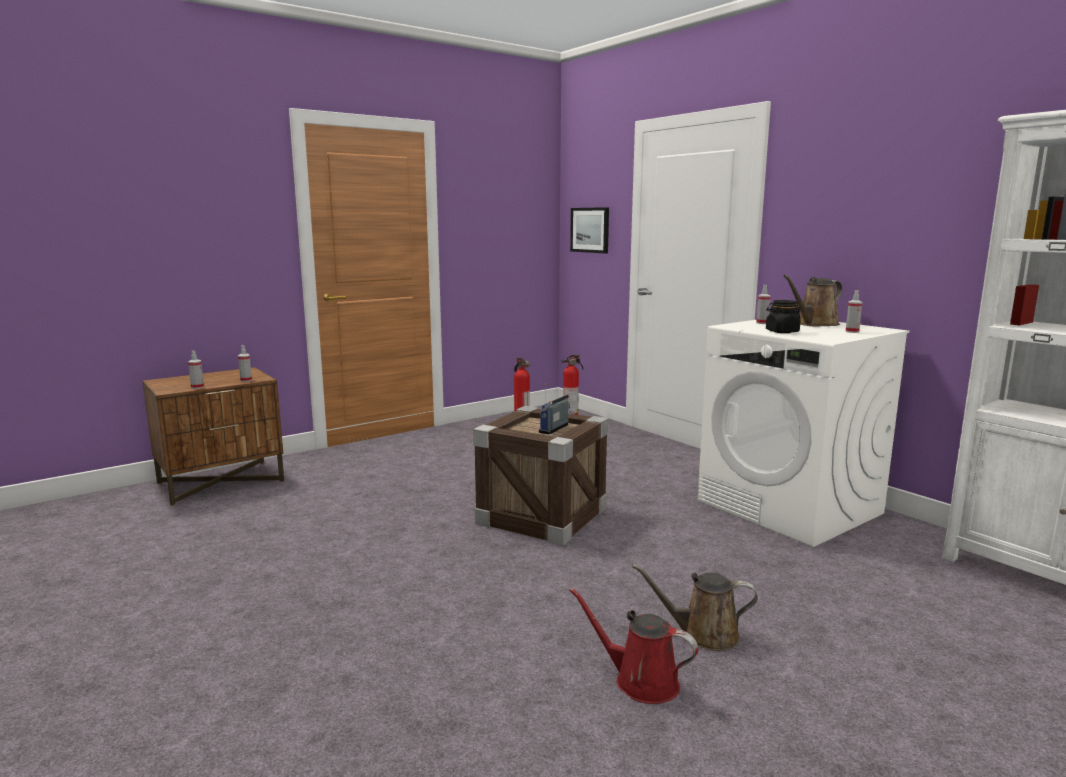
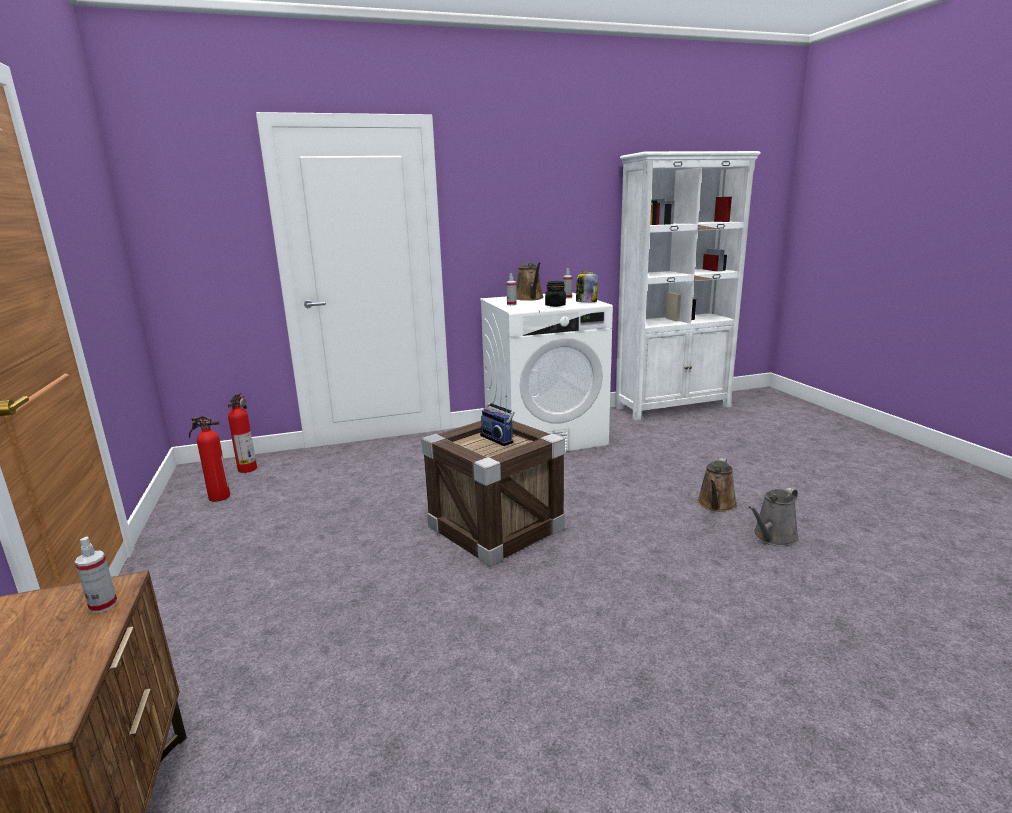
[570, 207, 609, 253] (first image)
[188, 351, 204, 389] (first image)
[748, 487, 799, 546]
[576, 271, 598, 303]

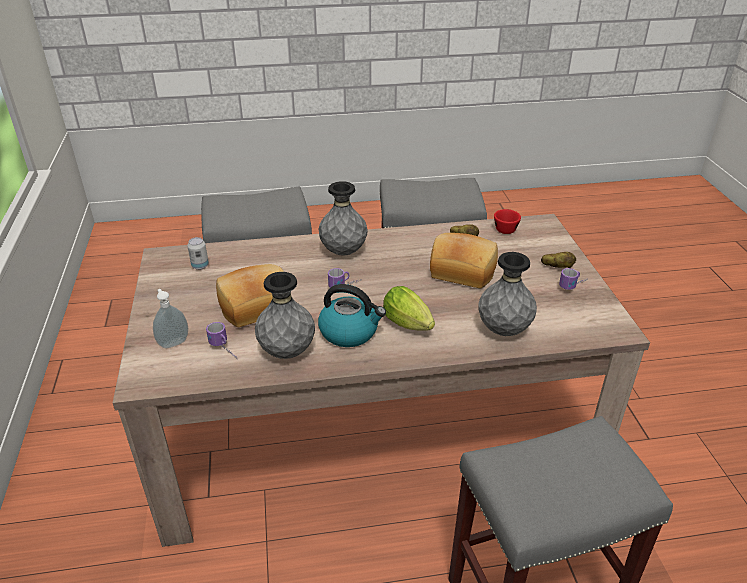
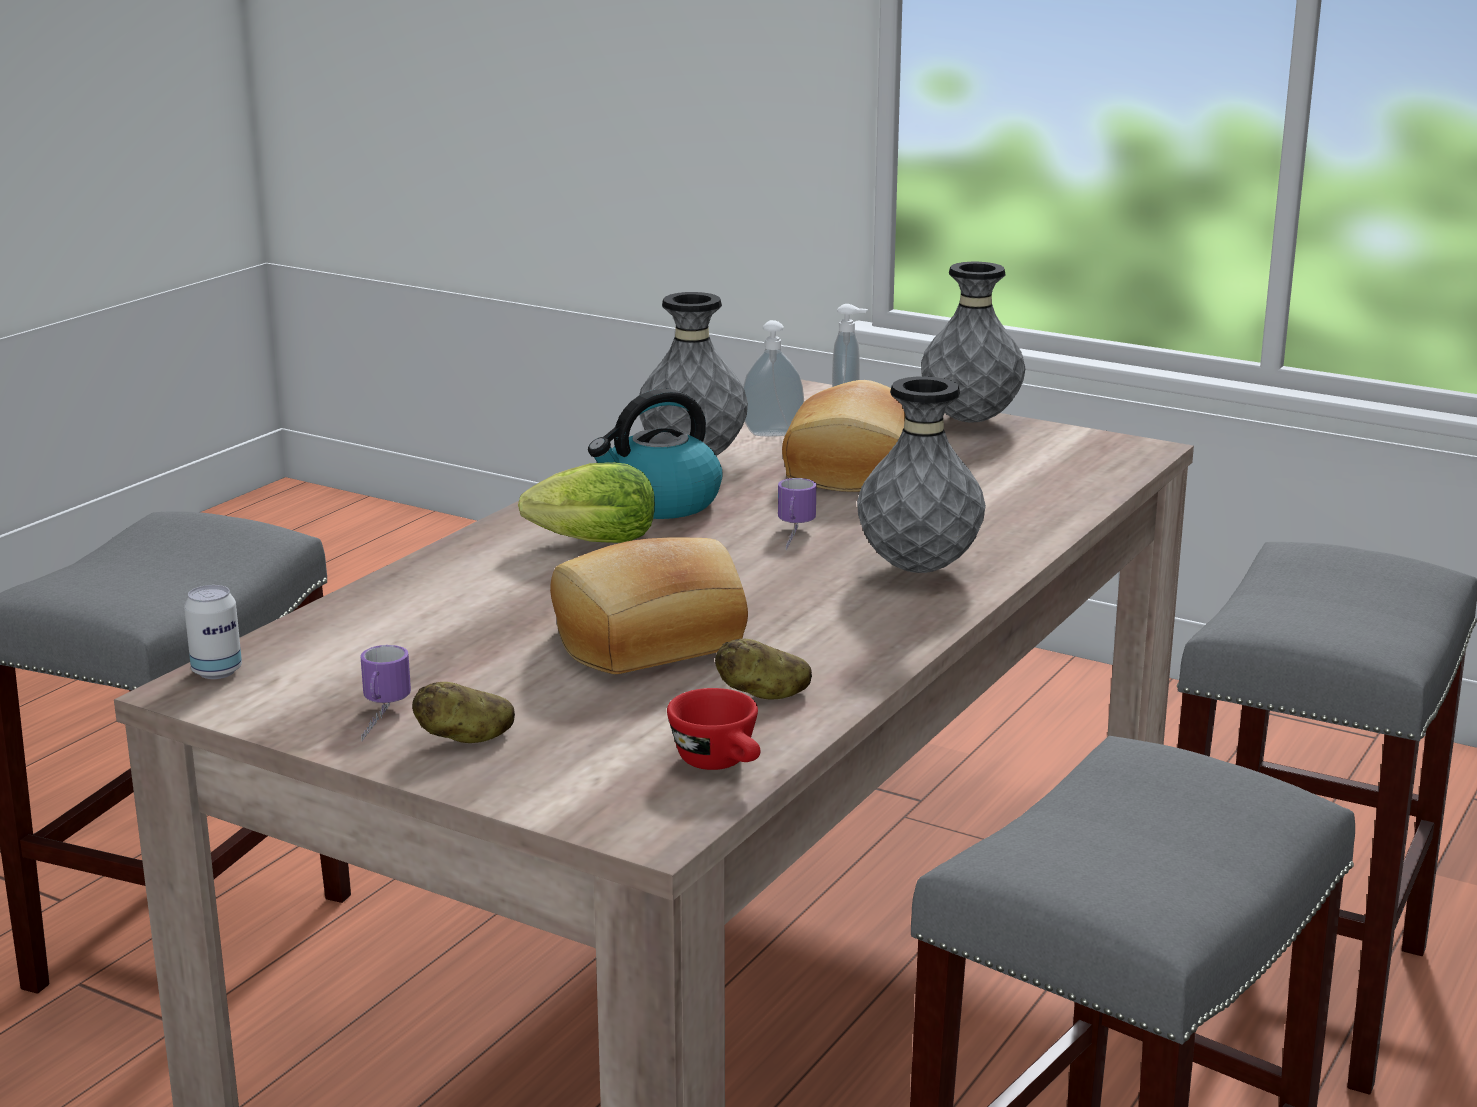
[184, 585, 242, 679]
[921, 262, 1026, 423]
[743, 320, 804, 436]

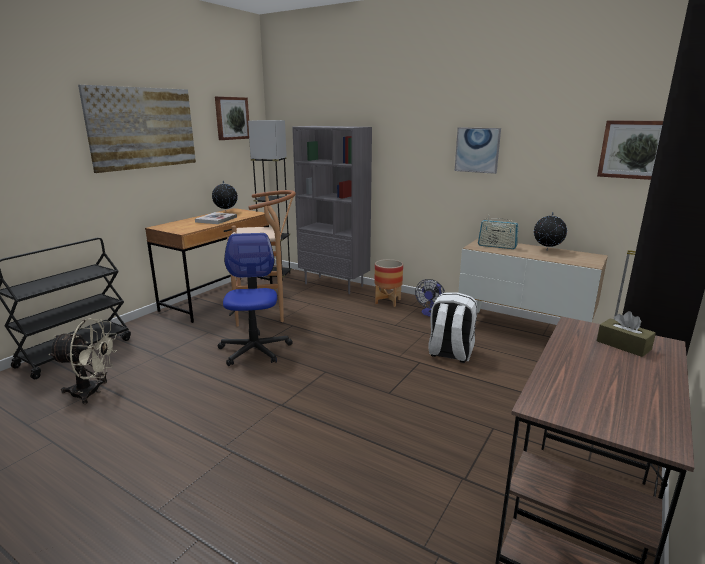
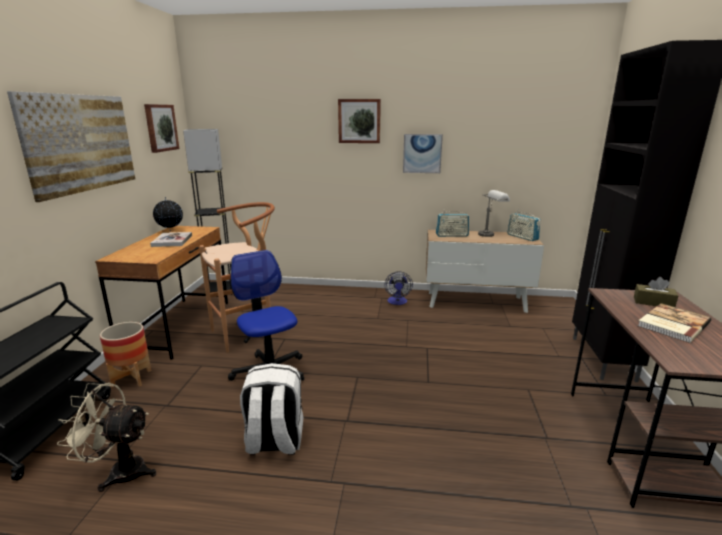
[338, 99, 381, 143]
[292, 126, 372, 294] (first image)
[478, 190, 510, 237]
[100, 322, 152, 388]
[240, 363, 304, 455]
[57, 383, 156, 492]
[507, 211, 541, 241]
[638, 303, 711, 343]

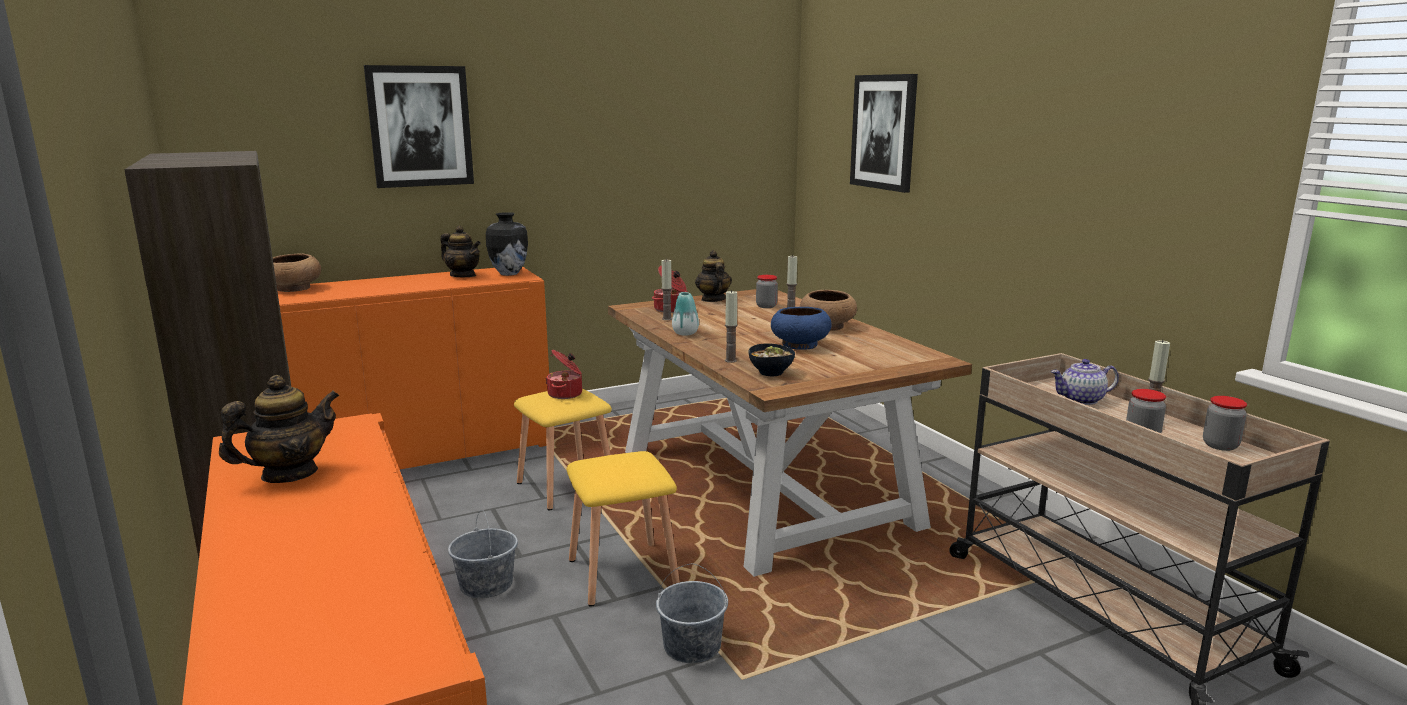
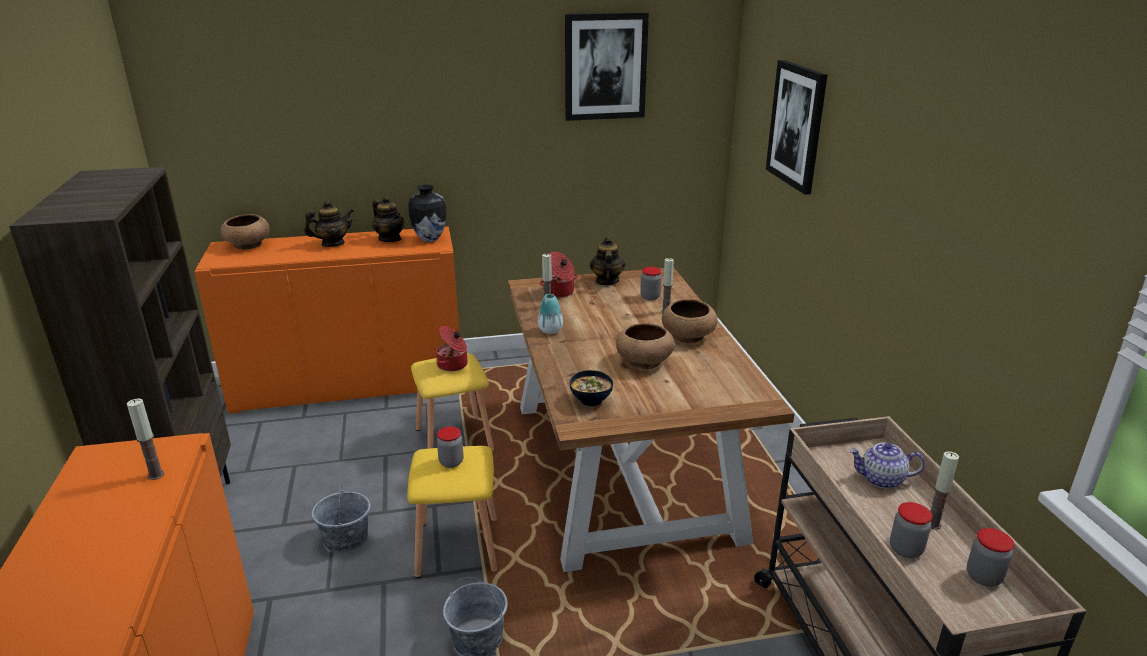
[565, 12, 649, 121]
[127, 398, 164, 480]
[616, 323, 675, 369]
[304, 200, 354, 247]
[437, 427, 463, 468]

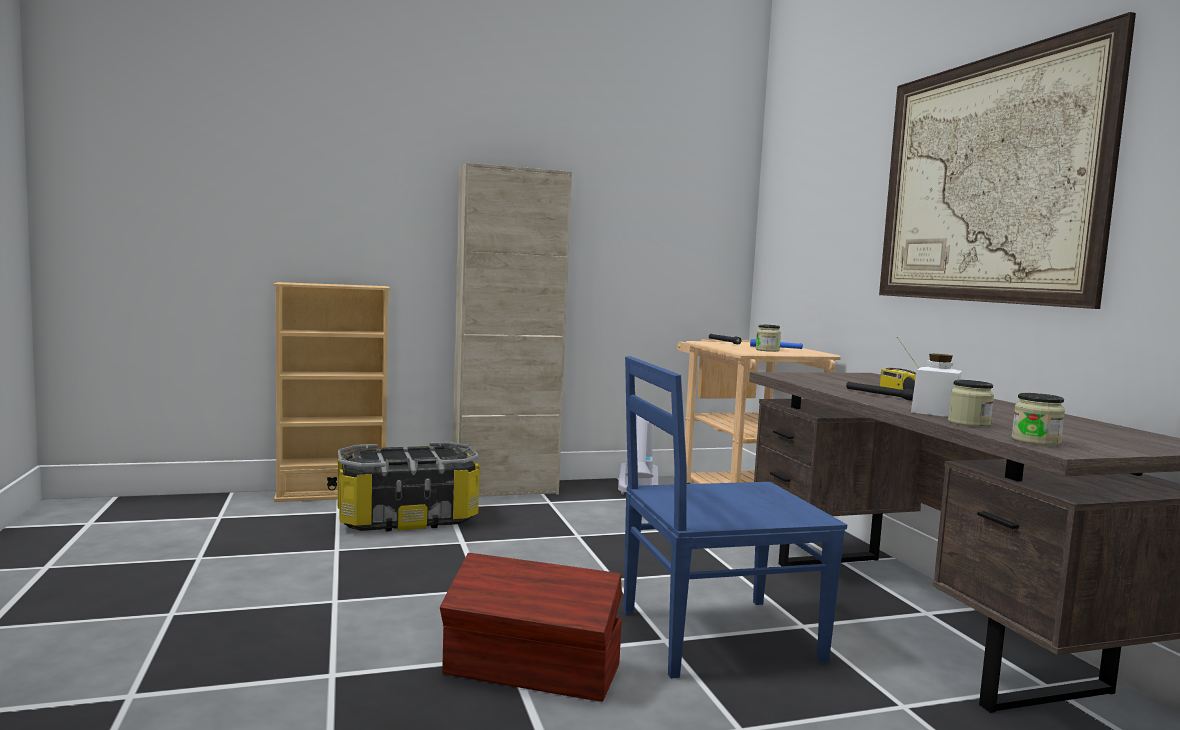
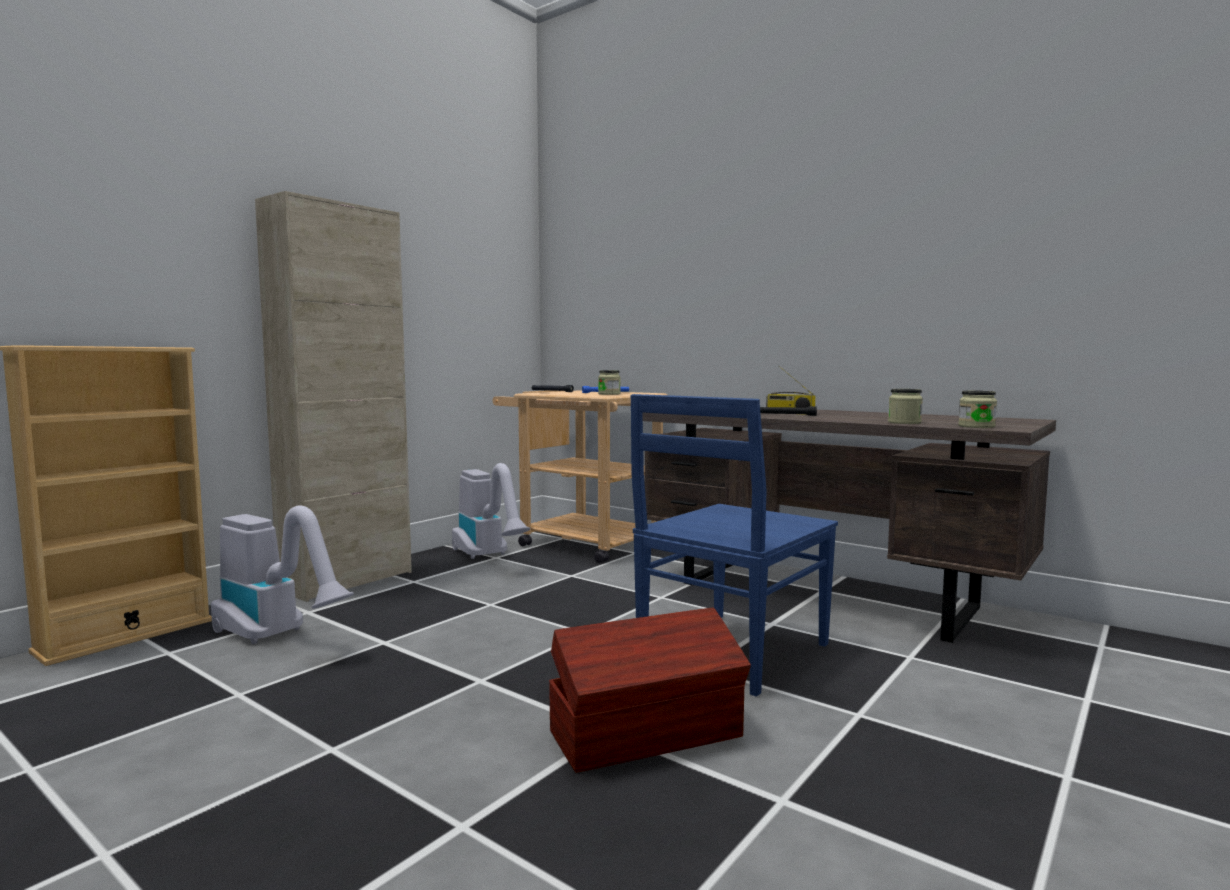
[879, 12, 1136, 309] (first image)
[911, 354, 962, 417] (first image)
[211, 505, 354, 644]

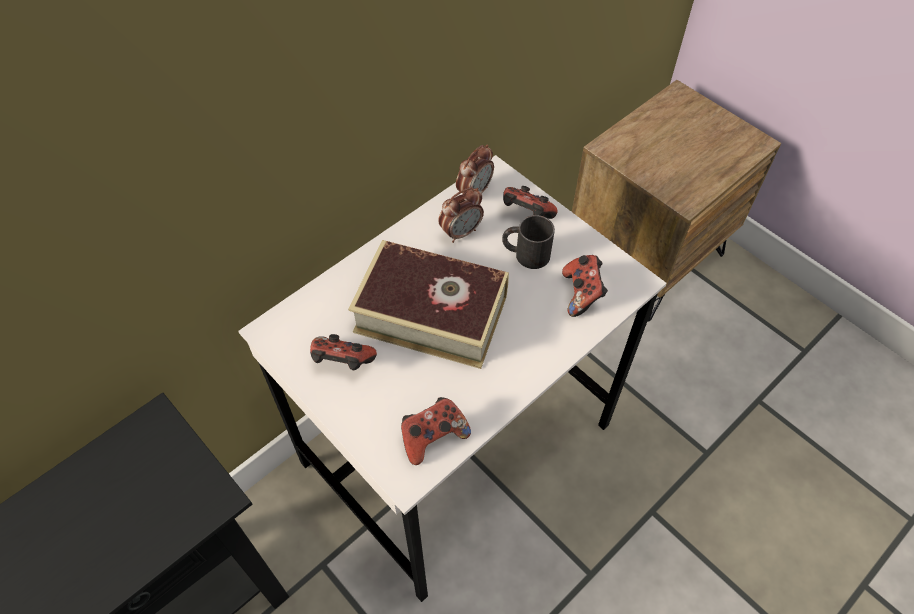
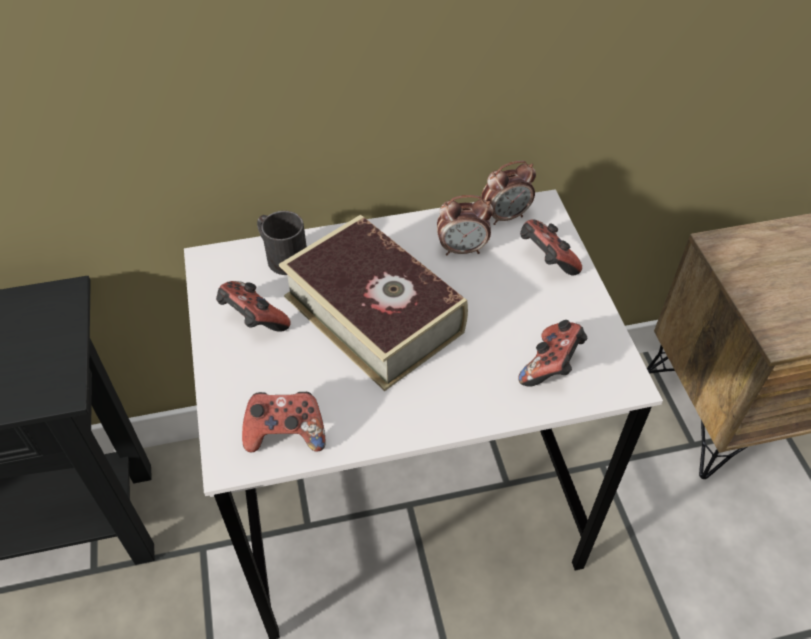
[257, 211, 307, 275]

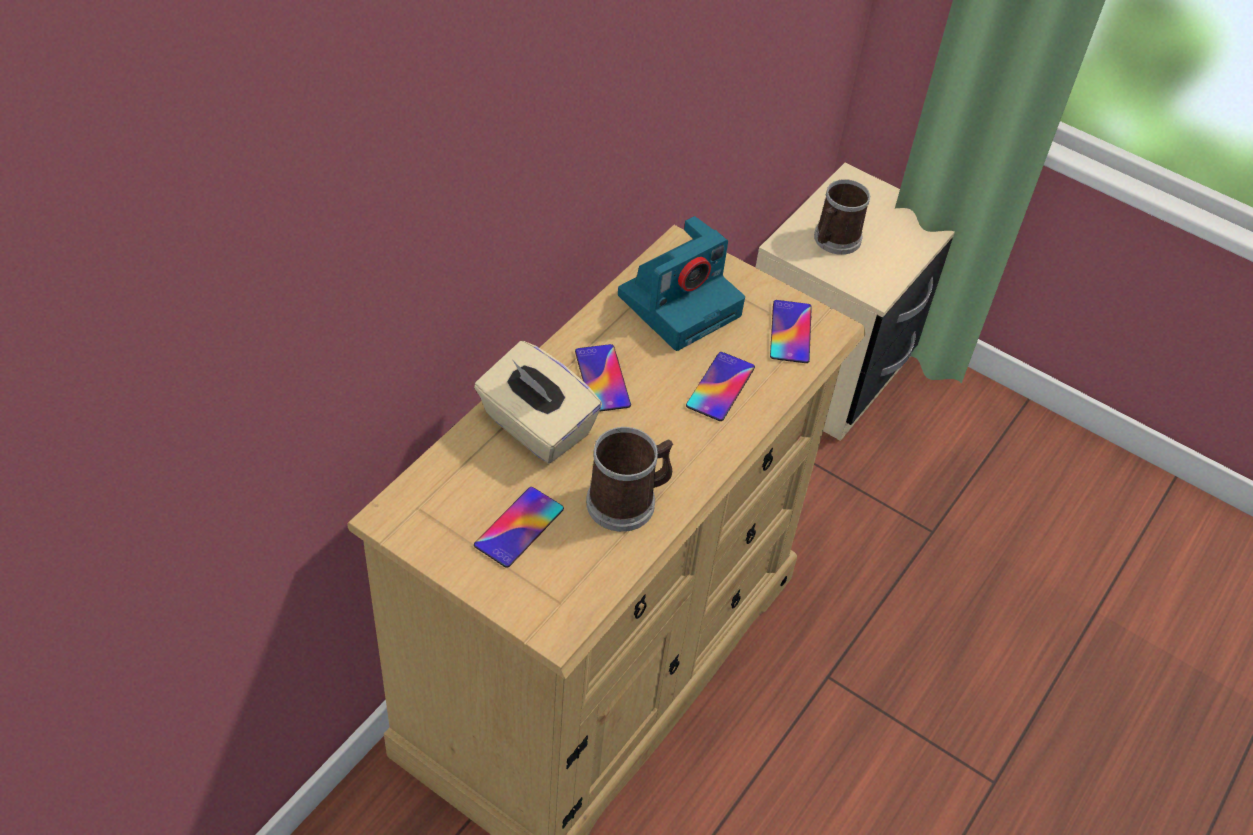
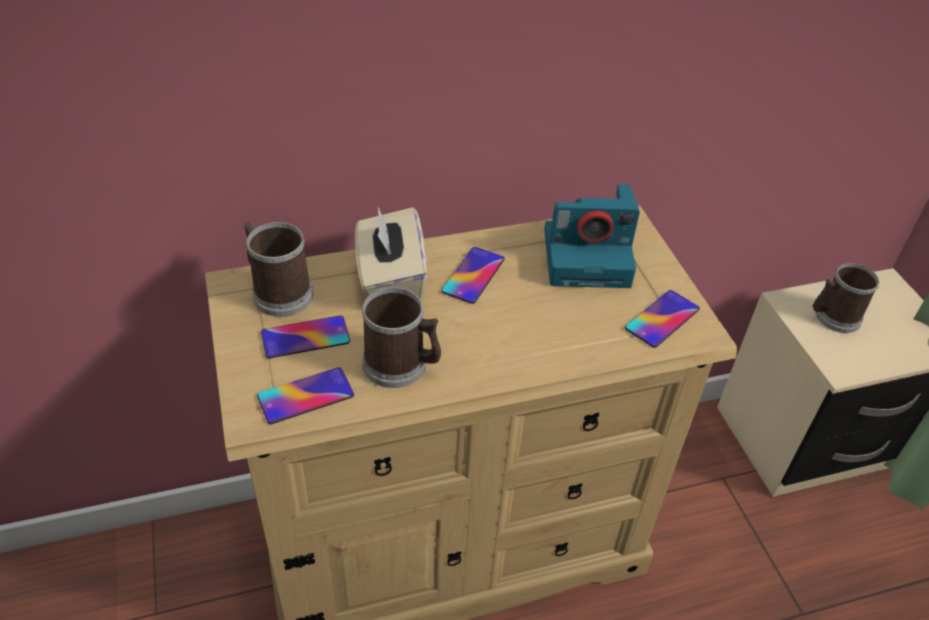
[257, 367, 354, 424]
[244, 222, 314, 317]

